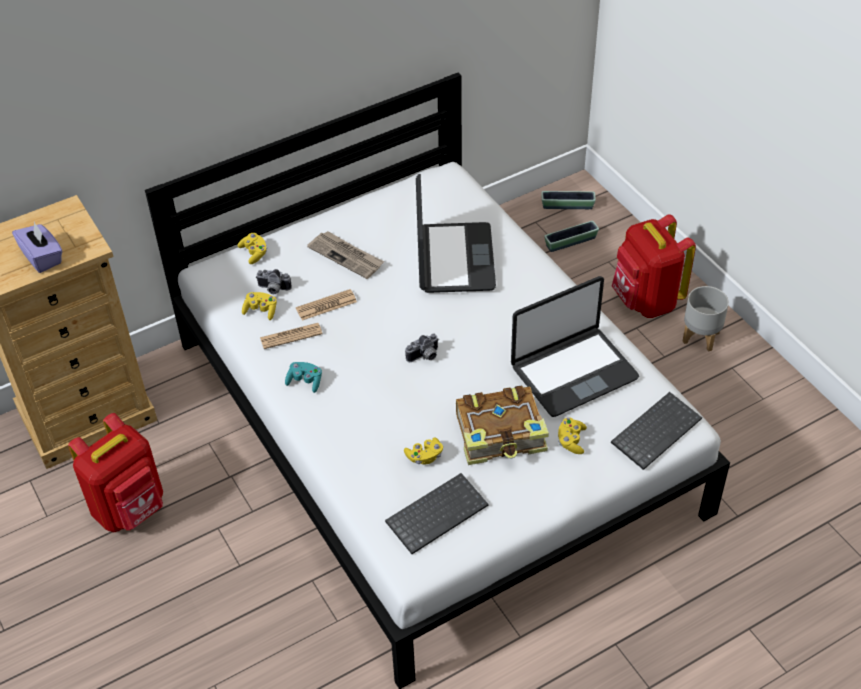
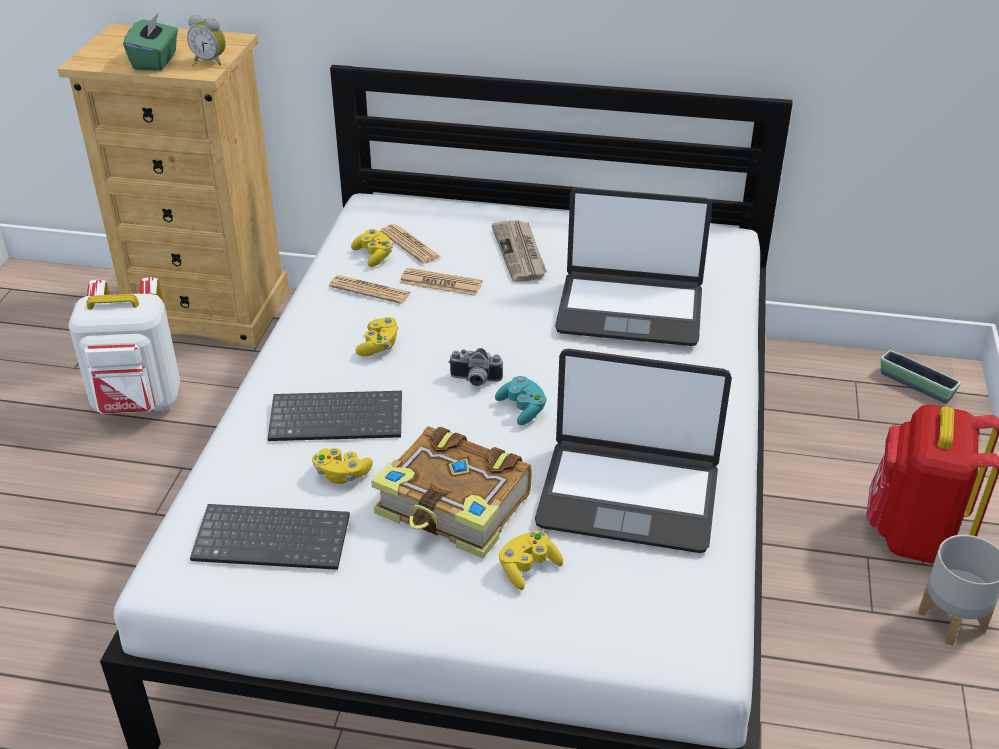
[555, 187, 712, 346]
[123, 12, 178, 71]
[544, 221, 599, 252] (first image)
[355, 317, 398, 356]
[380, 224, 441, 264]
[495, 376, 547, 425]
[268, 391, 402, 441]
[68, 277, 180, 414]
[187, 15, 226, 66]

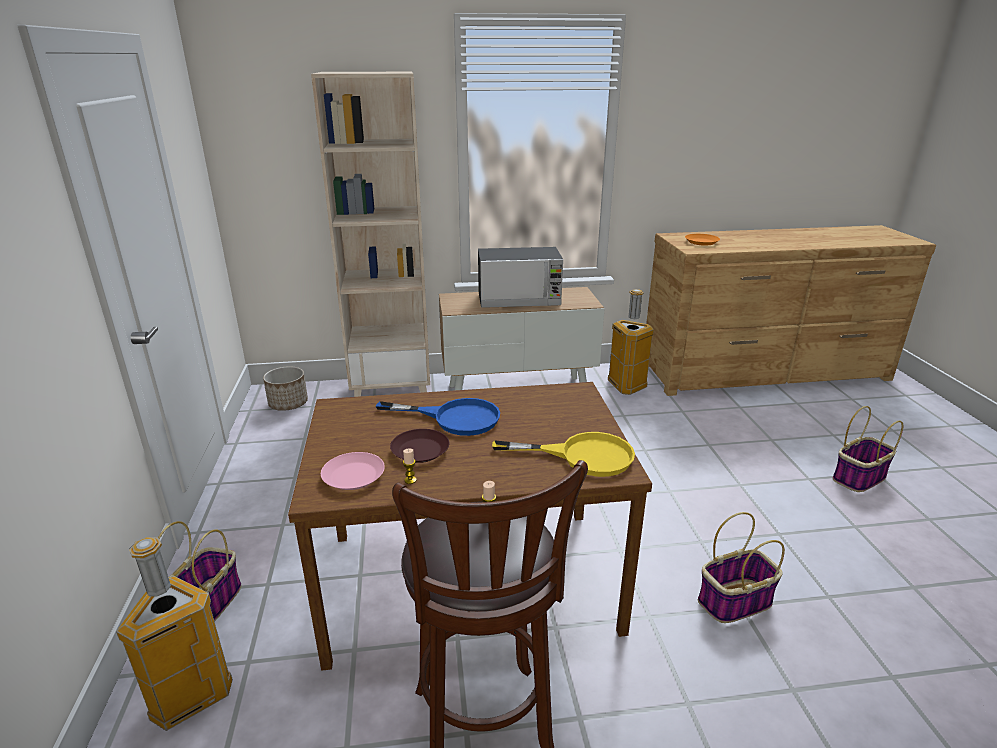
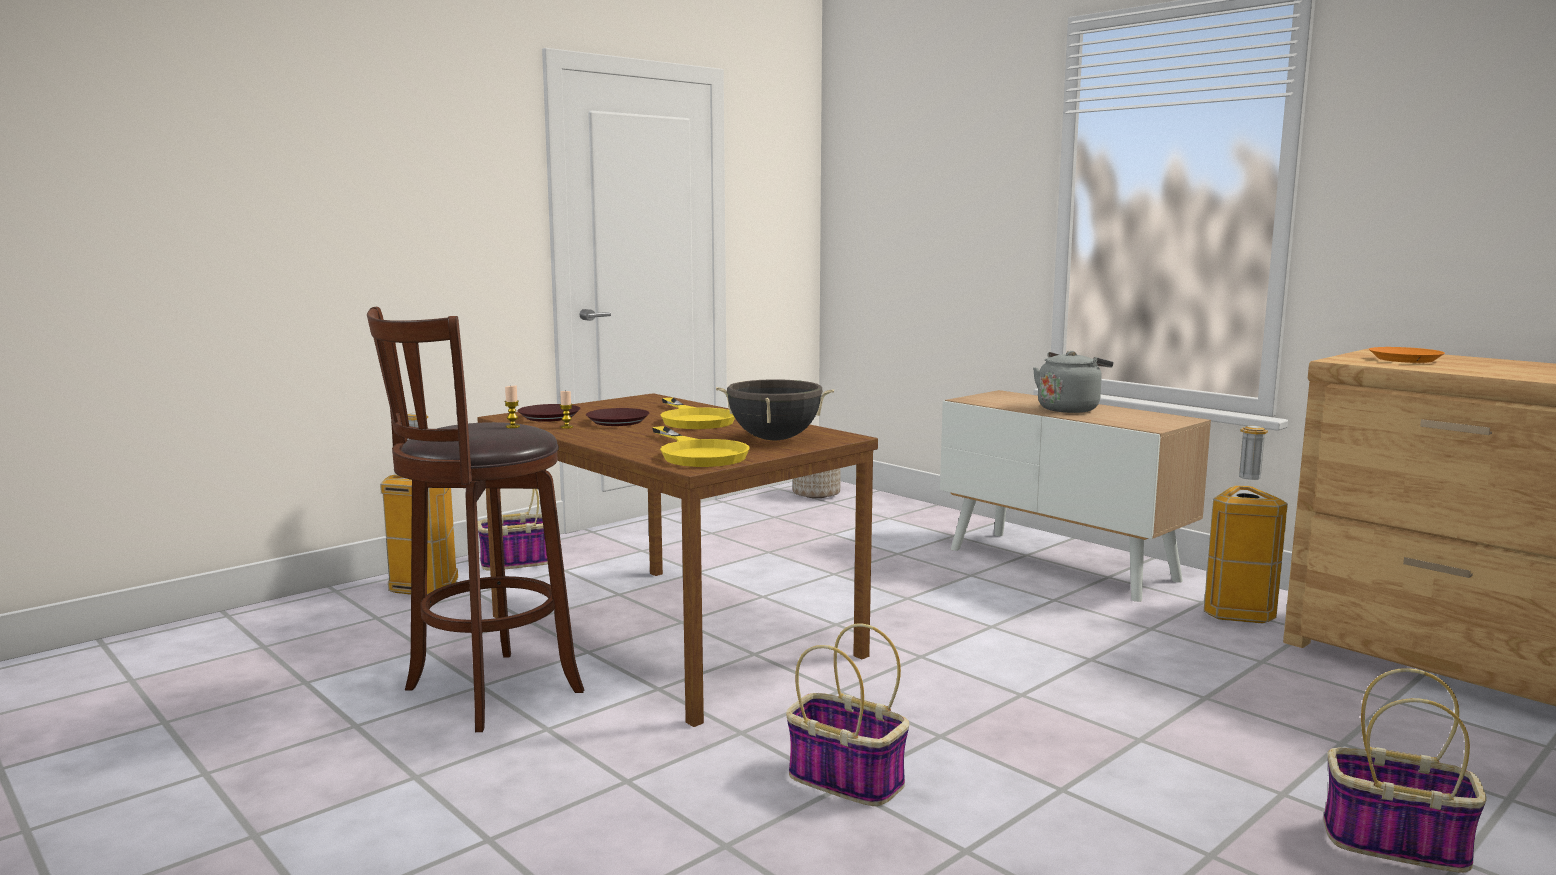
[311, 72, 430, 397] (first image)
[1033, 351, 1113, 413]
[660, 398, 735, 429]
[517, 404, 580, 422]
[716, 379, 834, 440]

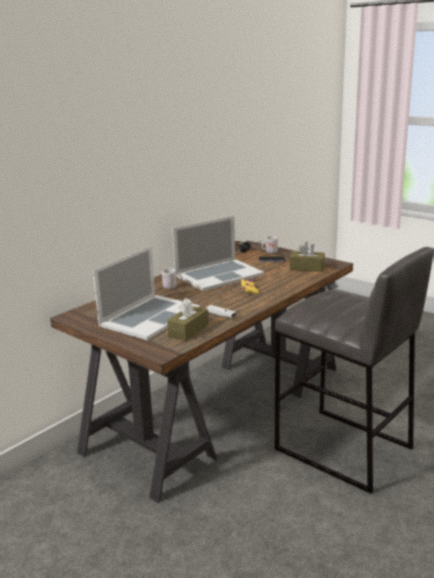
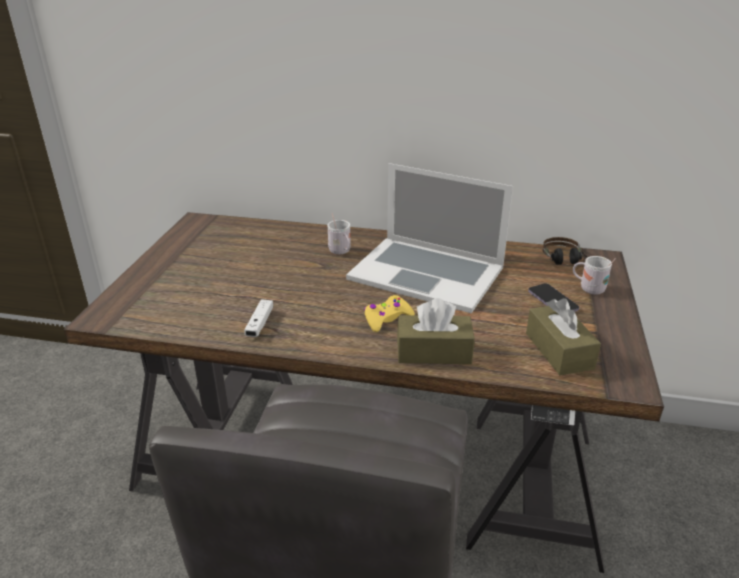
[93, 246, 200, 340] (first image)
[397, 298, 475, 364]

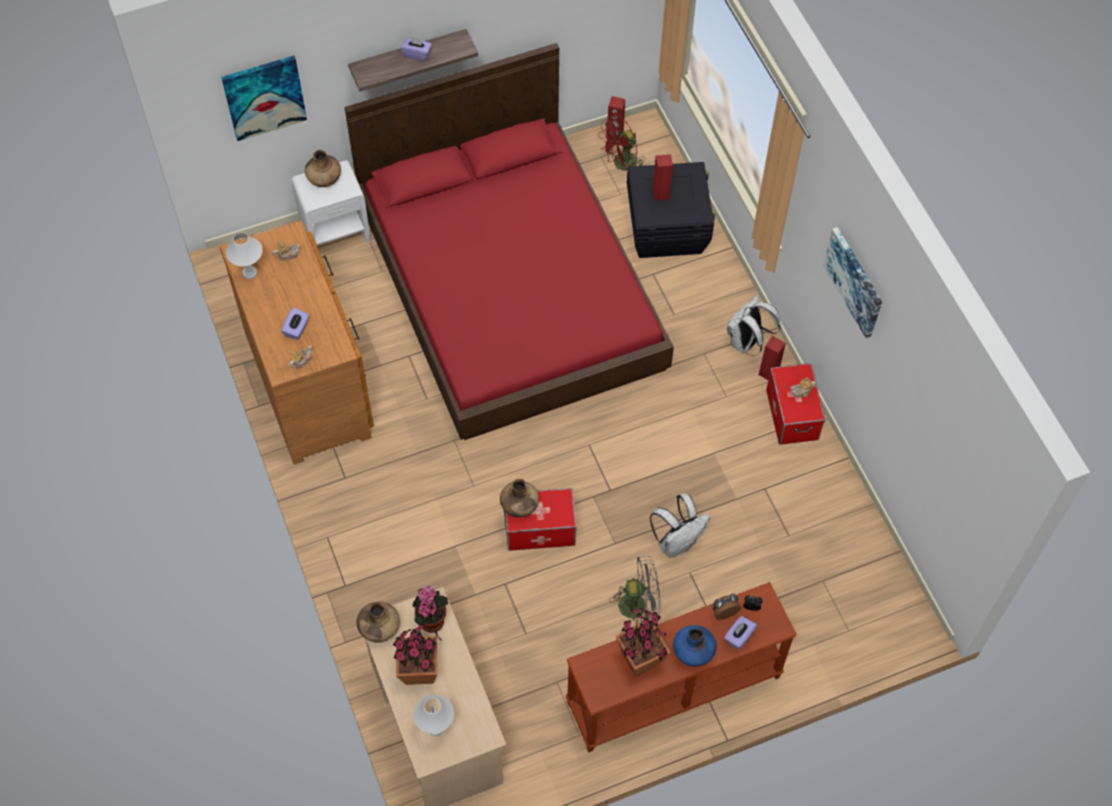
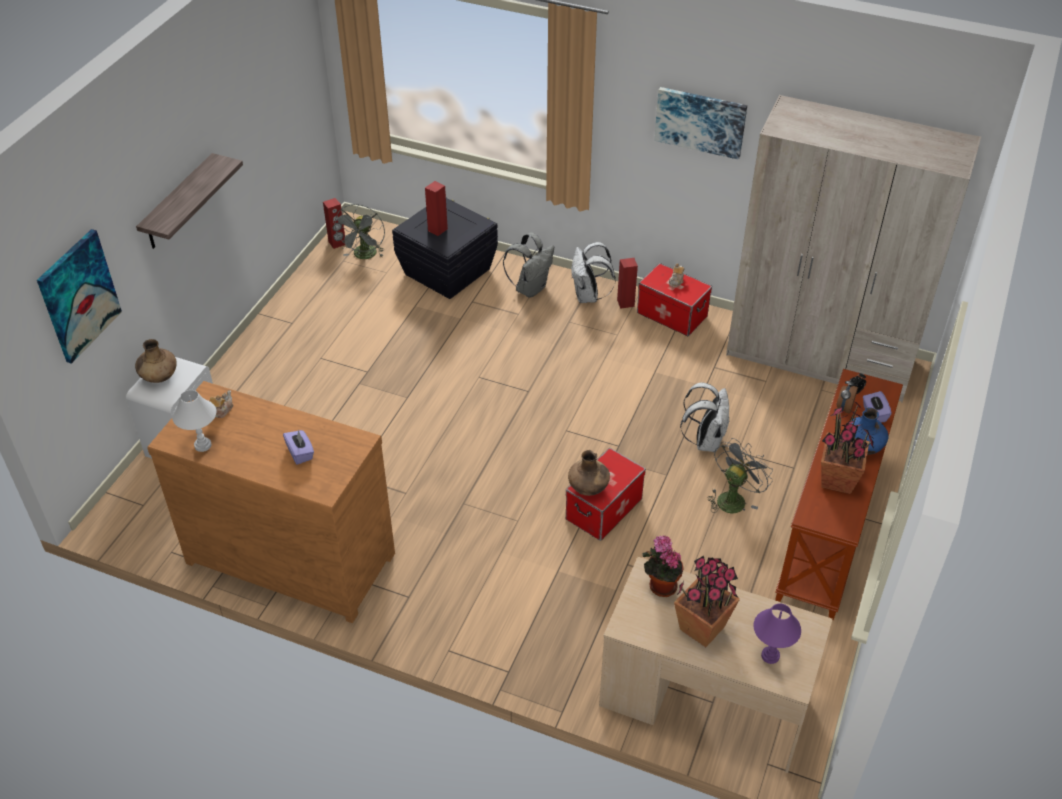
[401, 36, 432, 61] (first image)
[345, 43, 674, 440] (first image)
[333, 204, 385, 259]
[289, 345, 312, 369] (first image)
[356, 602, 400, 643] (first image)
[753, 603, 801, 664]
[726, 95, 981, 402]
[503, 232, 554, 298]

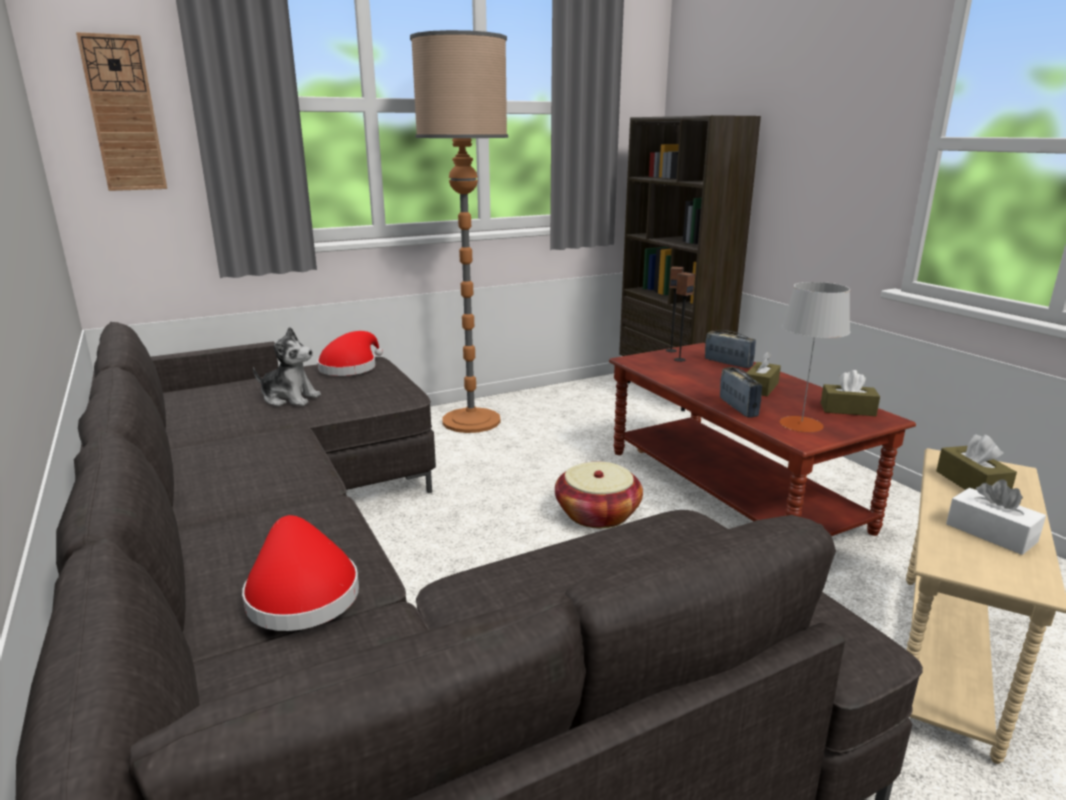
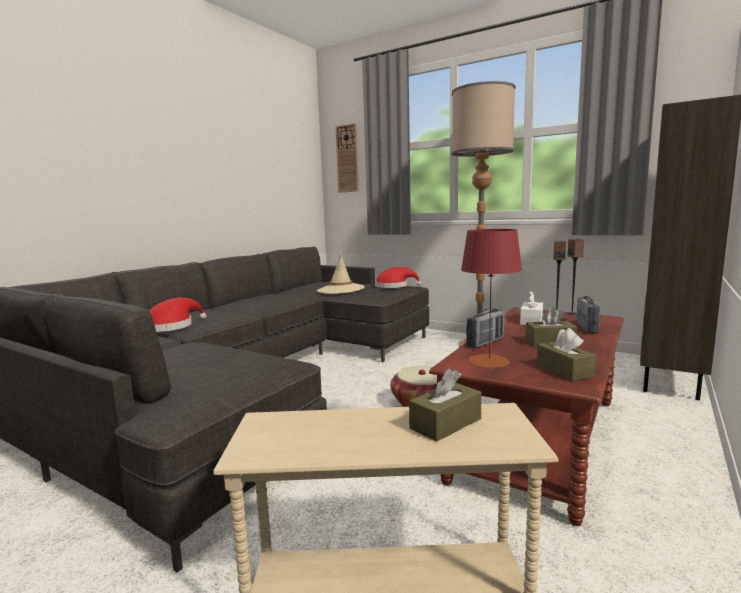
[461, 229, 522, 368]
[317, 255, 365, 294]
[520, 291, 543, 325]

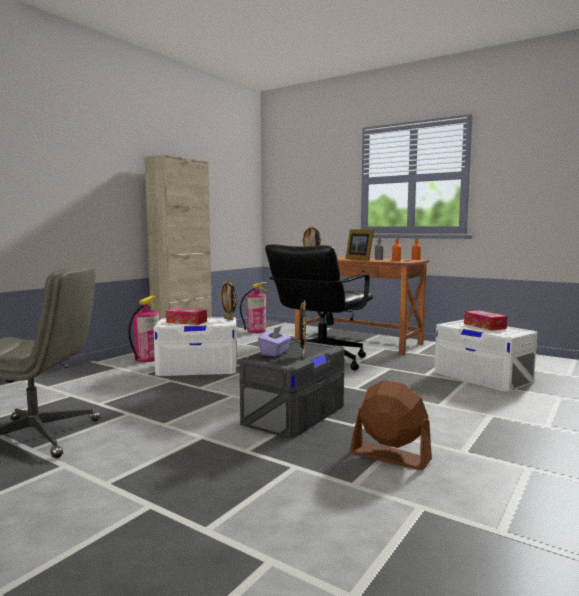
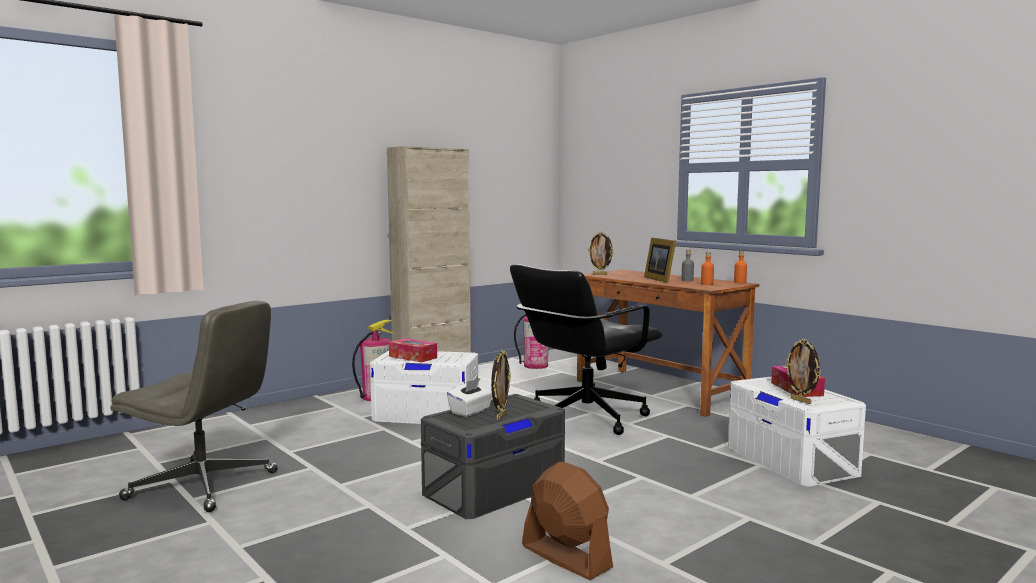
[785, 339, 821, 404]
[447, 378, 492, 417]

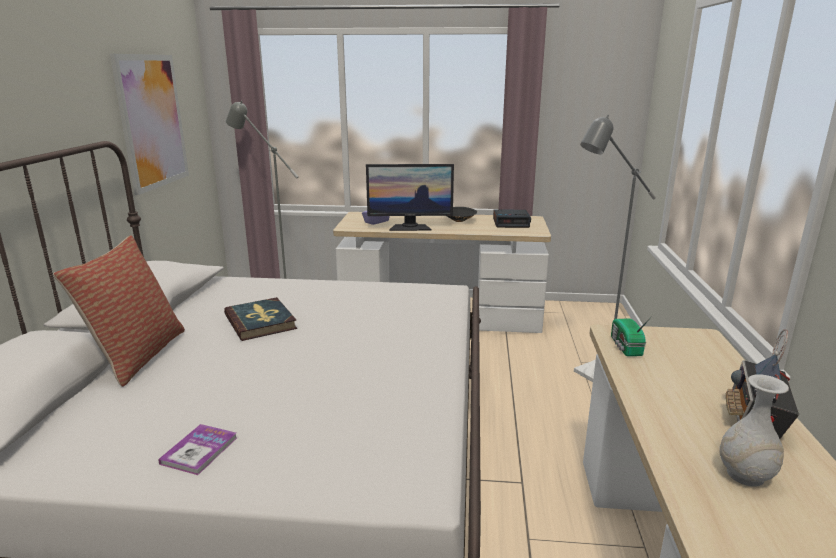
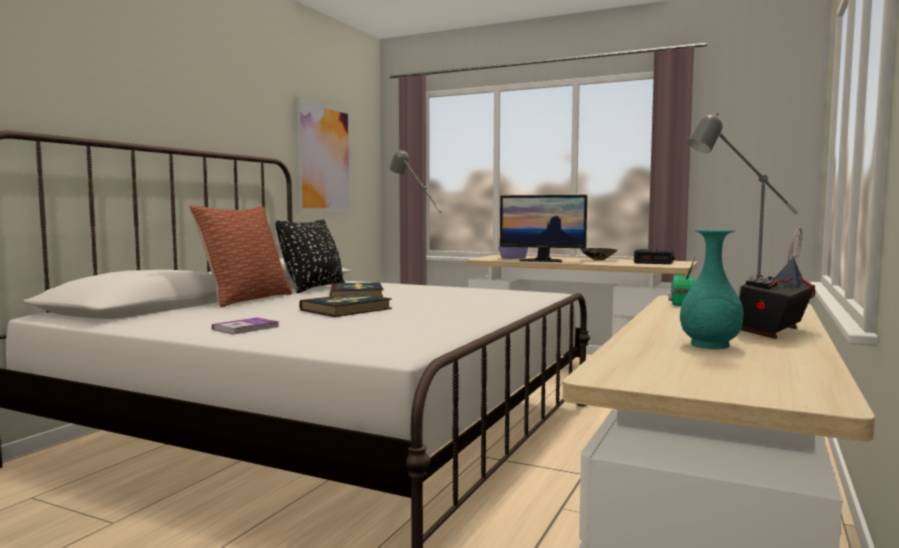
[680, 230, 744, 349]
[275, 219, 345, 293]
[299, 293, 392, 317]

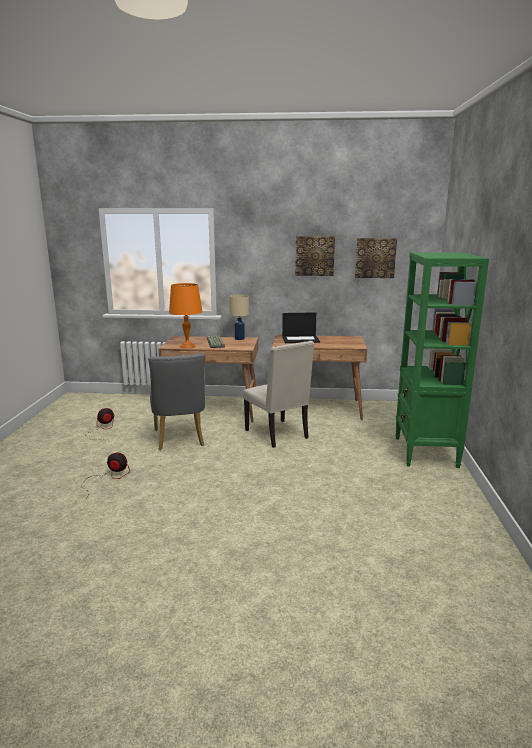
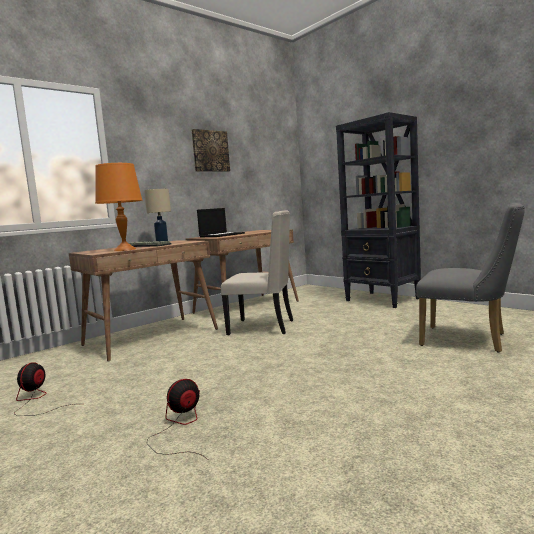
[355, 238, 397, 278] (first image)
[336, 112, 421, 308]
[416, 203, 525, 353]

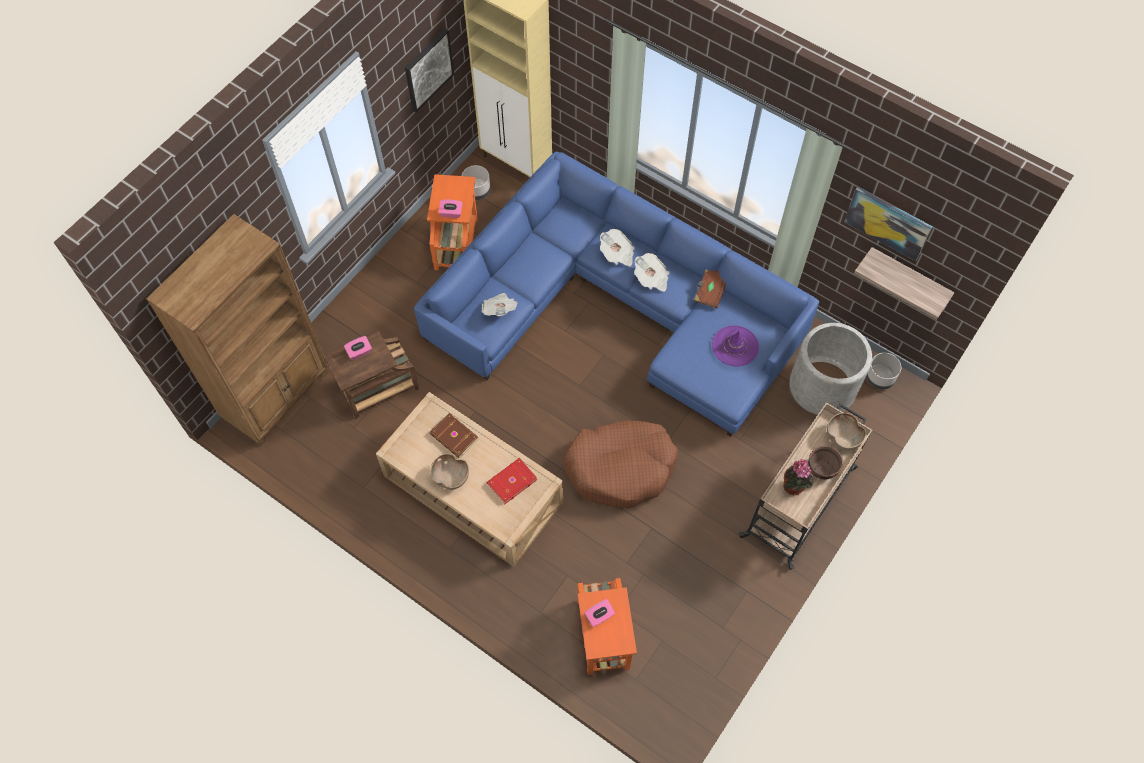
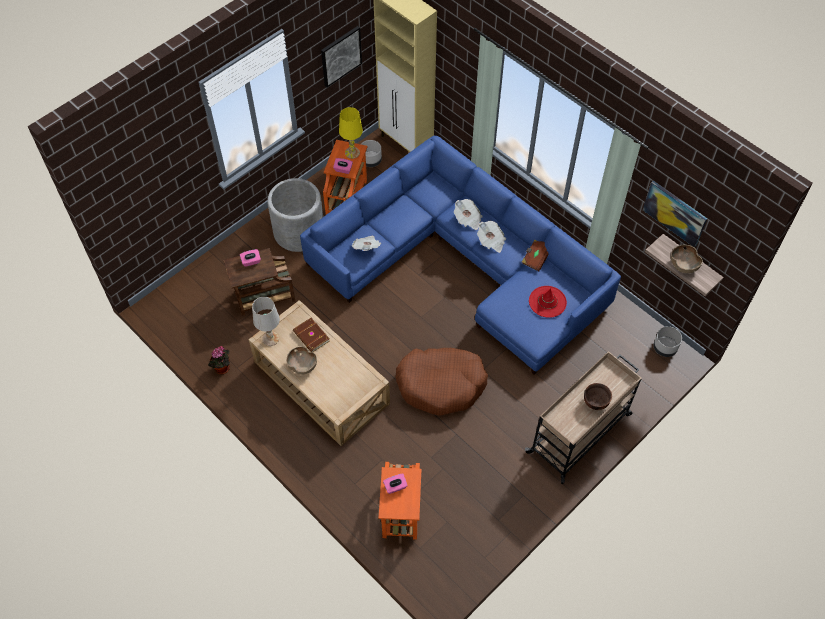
[146, 214, 328, 446] (first image)
[267, 178, 323, 252]
[529, 286, 567, 318]
[671, 245, 703, 273]
[487, 458, 537, 504] (first image)
[208, 346, 230, 374]
[339, 107, 363, 159]
[252, 297, 280, 346]

